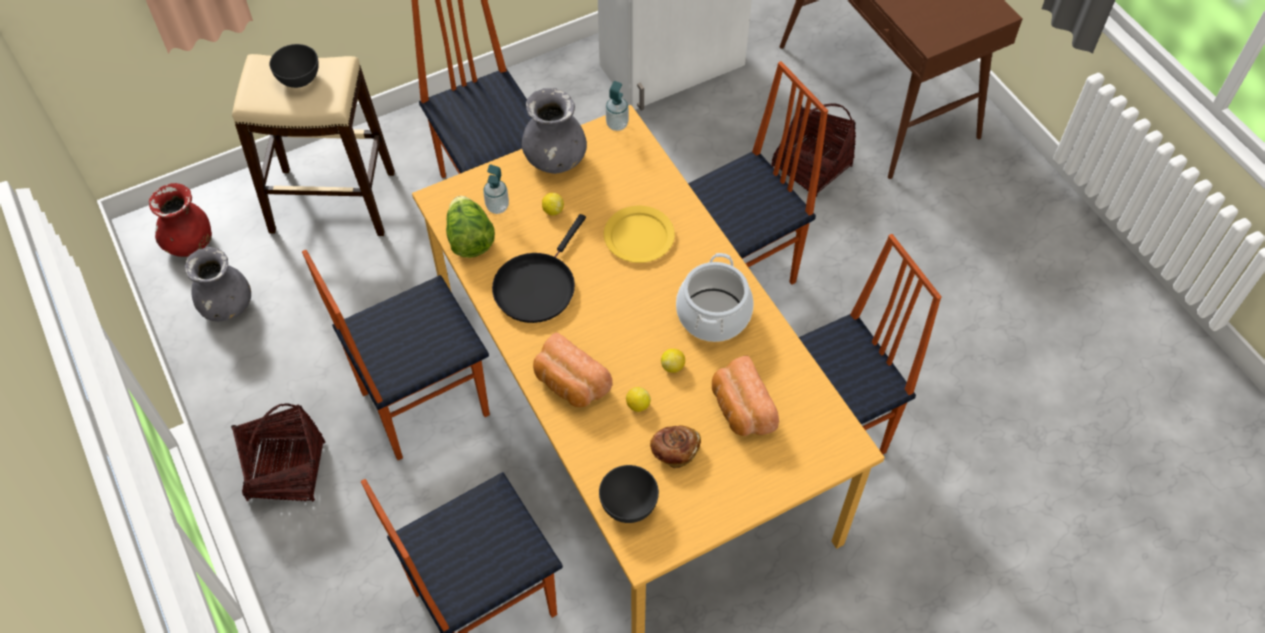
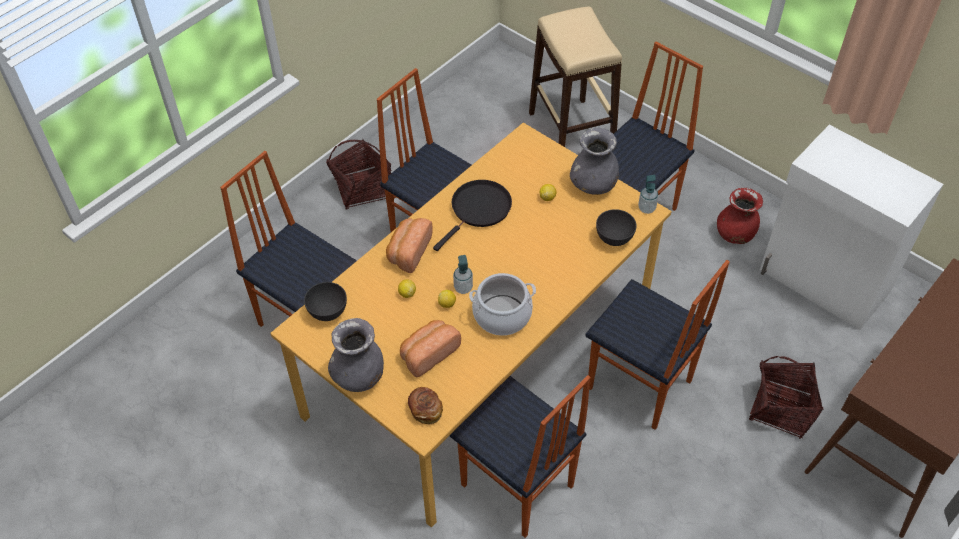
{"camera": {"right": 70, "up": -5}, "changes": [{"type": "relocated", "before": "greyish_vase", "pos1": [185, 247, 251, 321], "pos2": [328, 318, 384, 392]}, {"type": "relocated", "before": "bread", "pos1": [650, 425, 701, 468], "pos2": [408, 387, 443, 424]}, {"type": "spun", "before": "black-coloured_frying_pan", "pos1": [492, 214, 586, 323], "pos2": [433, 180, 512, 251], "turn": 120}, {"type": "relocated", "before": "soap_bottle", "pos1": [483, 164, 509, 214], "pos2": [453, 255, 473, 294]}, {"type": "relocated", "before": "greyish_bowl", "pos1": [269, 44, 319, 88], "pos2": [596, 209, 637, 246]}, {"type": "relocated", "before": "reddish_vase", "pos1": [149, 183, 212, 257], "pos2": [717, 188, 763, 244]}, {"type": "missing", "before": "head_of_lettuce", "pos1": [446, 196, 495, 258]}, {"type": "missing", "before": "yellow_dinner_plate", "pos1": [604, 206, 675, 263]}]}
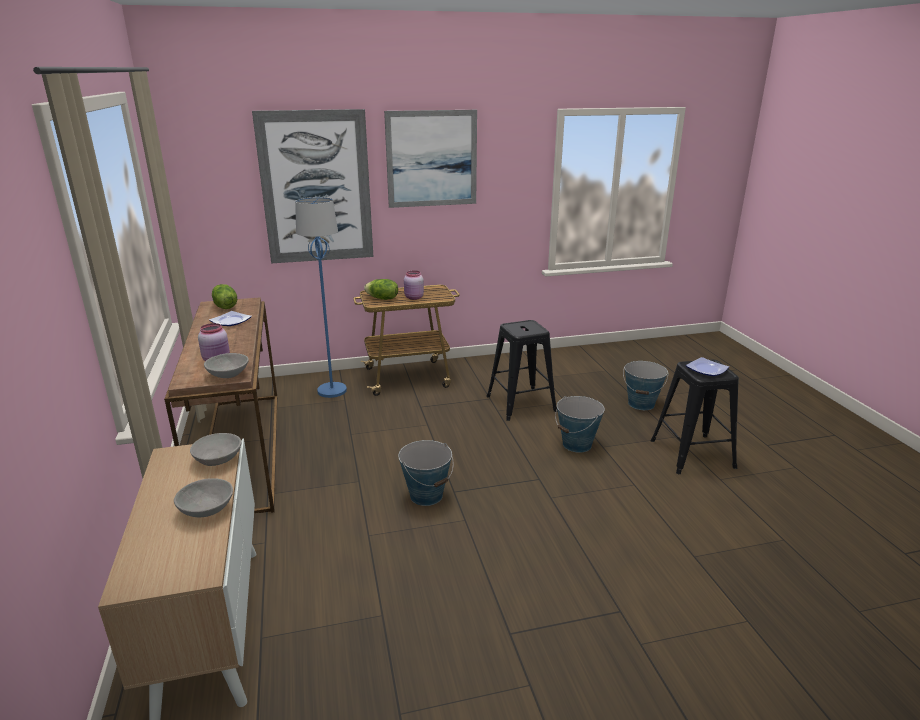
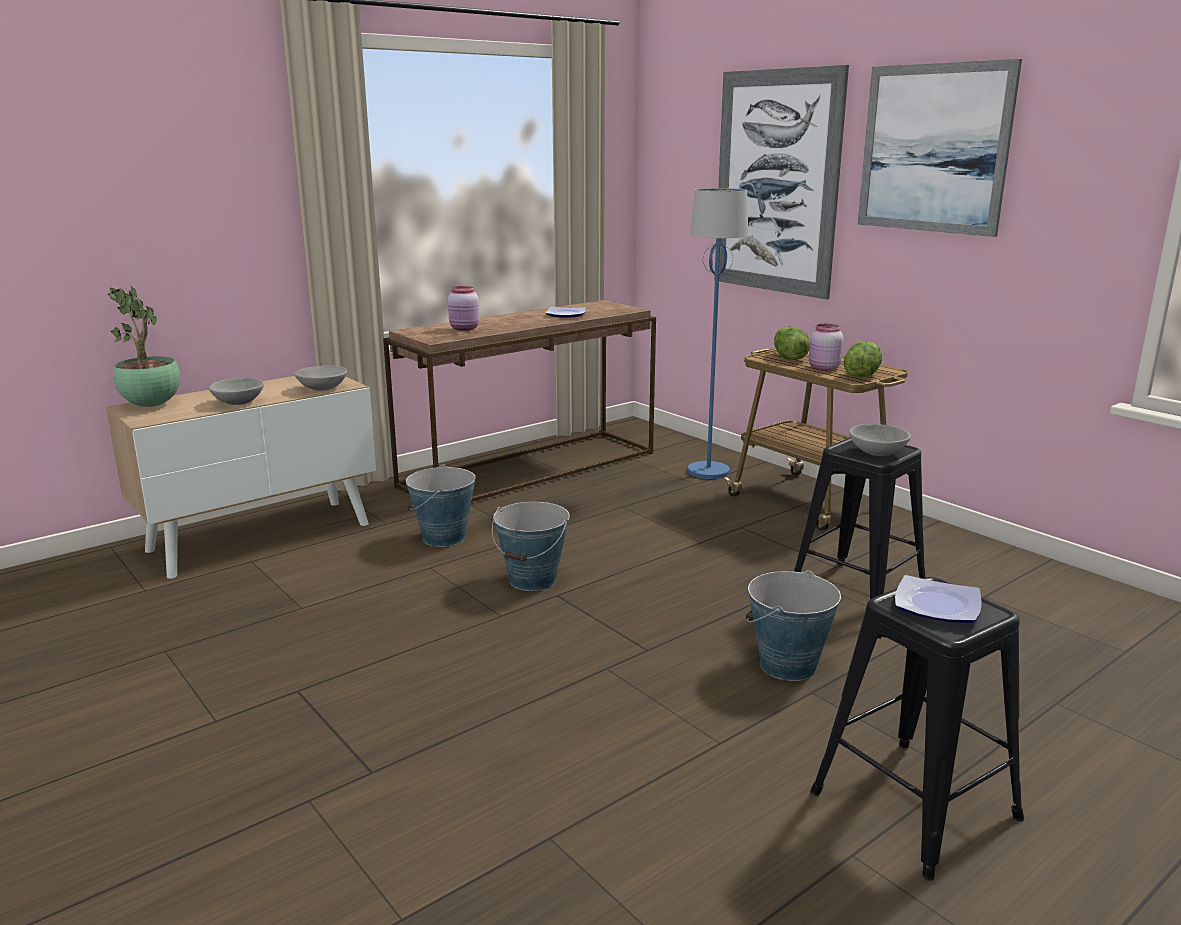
{"camera": {"right": 65, "up": -5}, "changes": [{"type": "appeared", "after": "plant_in_a_pot", "pos2": [108, 287, 180, 407]}, {"type": "relocated", "before": "water_bucket", "pos1": [623, 361, 668, 410], "pos2": [406, 464, 476, 547]}, {"type": "relocated", "before": "head_of_lettuce", "pos1": [212, 284, 237, 309], "pos2": [844, 342, 882, 377]}, {"type": "relocated", "before": "greyish_bowl", "pos1": [204, 353, 249, 378], "pos2": [849, 424, 911, 456]}]}
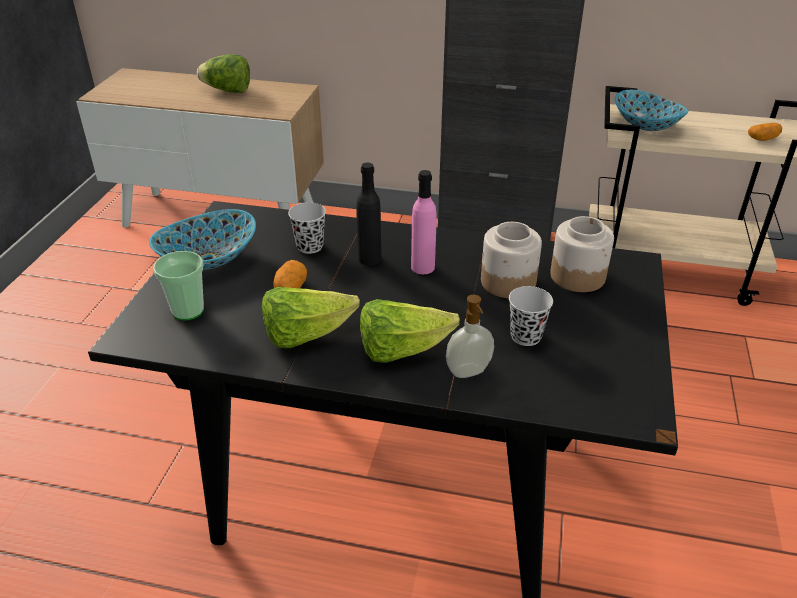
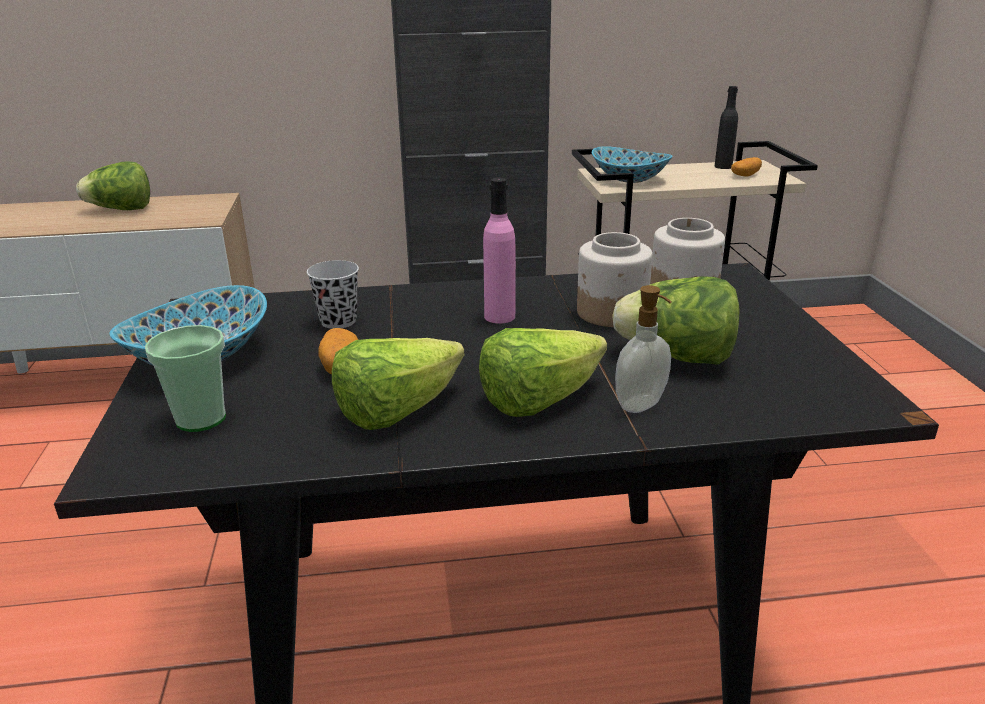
{"camera": {"right": -20, "up": -10}, "changes": [{"type": "exchanged", "before": "black-coloured_small_cup", "after": "head_of_lettuce", "pos1": [509, 286, 553, 346], "pos2": [612, 276, 739, 365]}, {"type": "relocated", "before": "black-coloured_drink_bottle", "pos1": [356, 163, 382, 266], "pos2": [715, 86, 738, 169]}]}
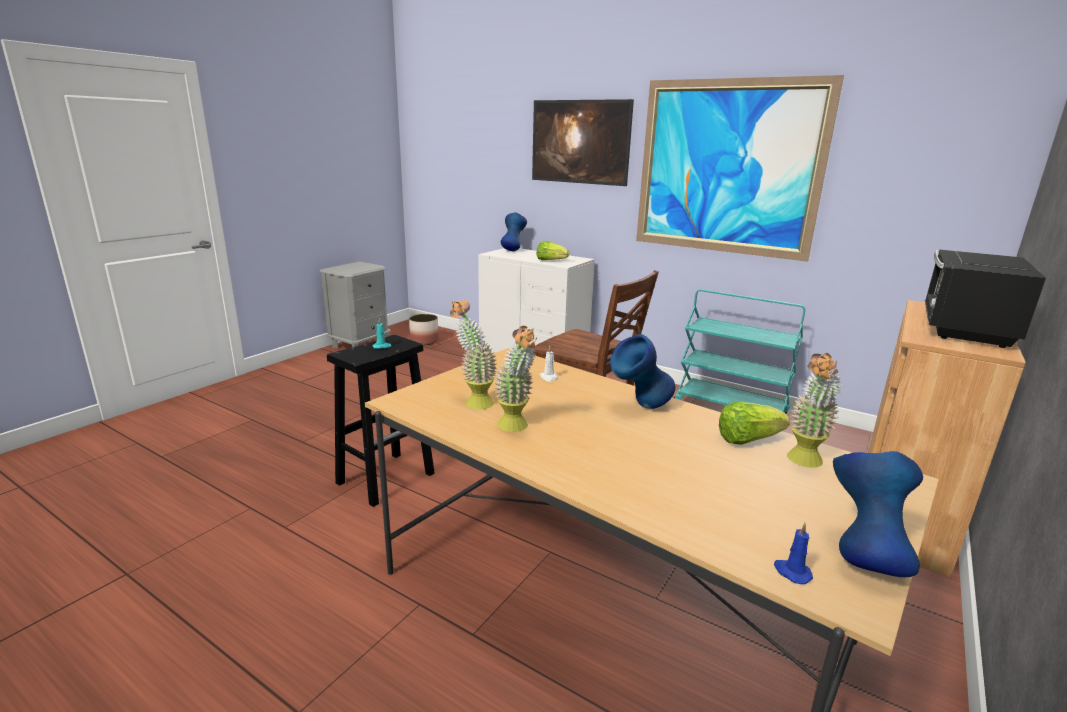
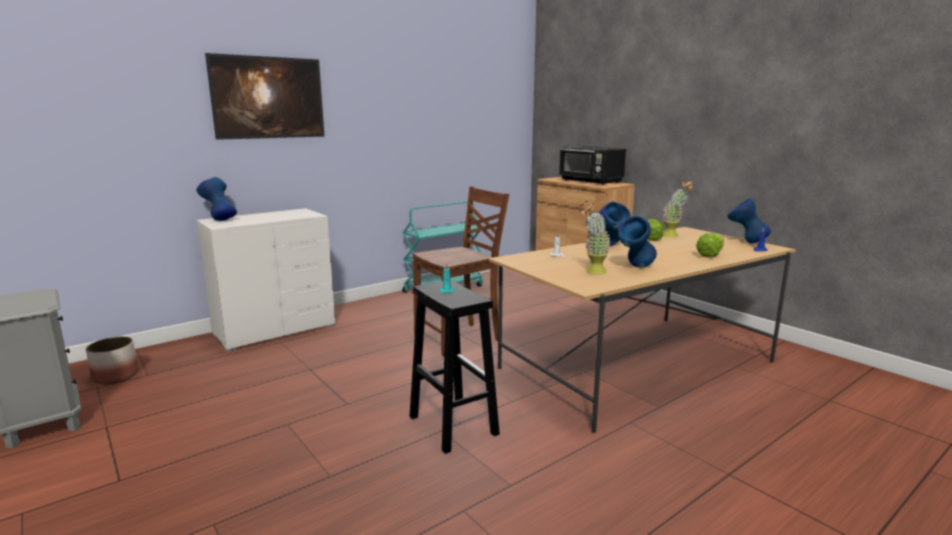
{"camera": {"right": -70, "up": -5}, "changes": [{"type": "exchanged", "before": "plant_in_a_pot", "after": "blue_vase", "pos1": [494, 326, 537, 432], "pos2": [618, 216, 657, 267]}, {"type": "relocated", "before": "head_of_lettuce", "pos1": [536, 241, 569, 260], "pos2": [696, 233, 724, 257]}, {"type": "missing", "before": "picture", "pos1": [636, 75, 844, 262]}]}
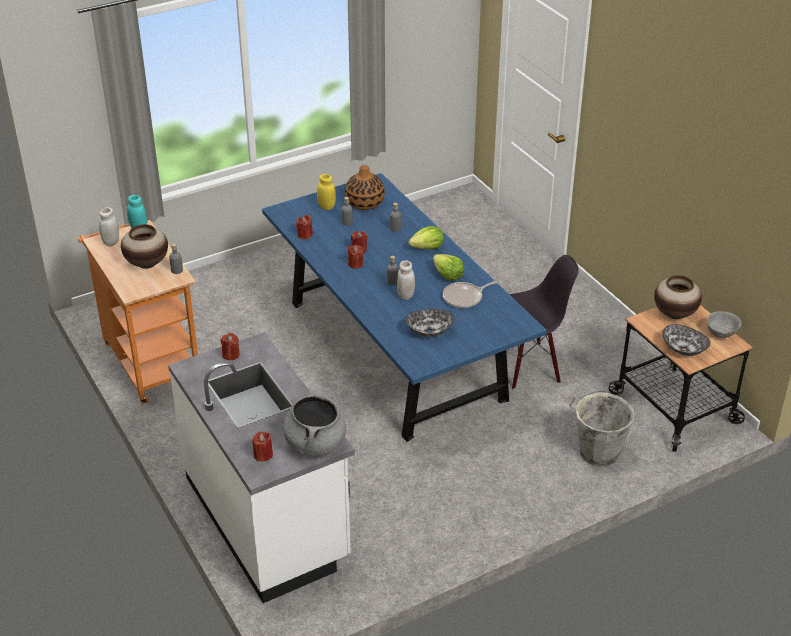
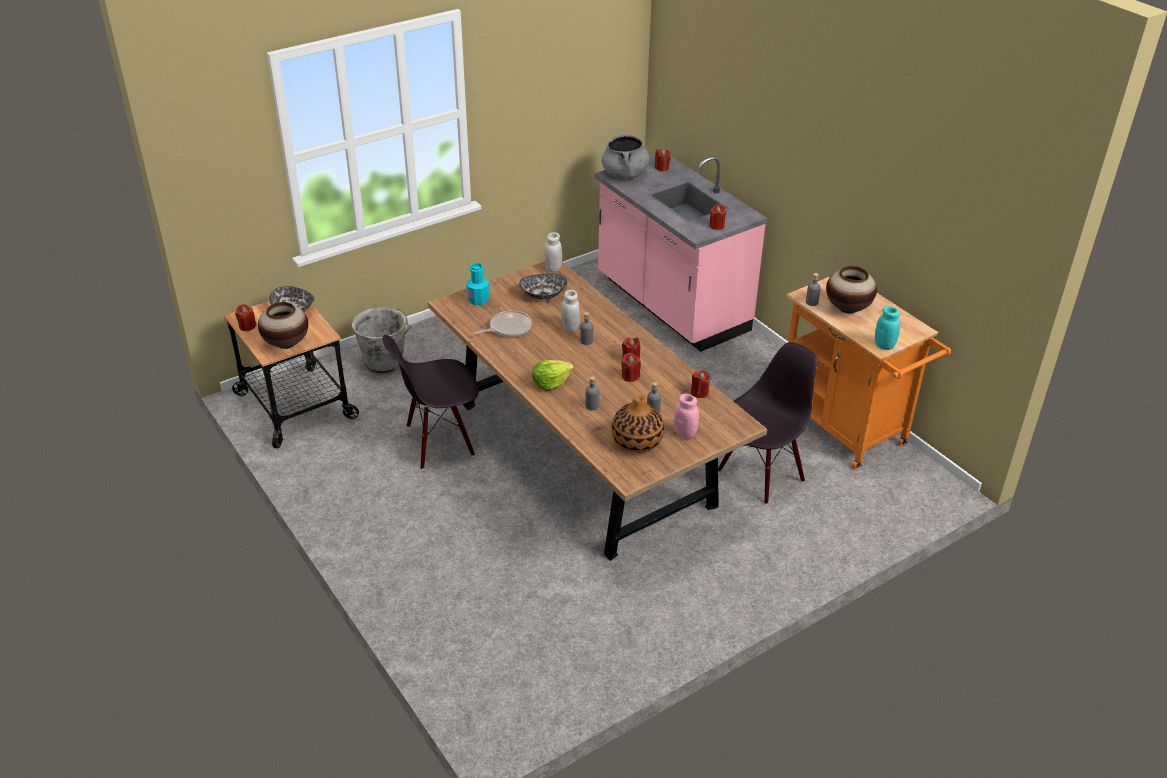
{"camera": {"right": 175, "up": 0}, "changes": [{"type": "exchanged", "before": "greyish_bowl", "after": "reddish_wax_candle", "pos1": [707, 311, 741, 338], "pos2": [235, 304, 257, 331]}, {"type": "colour", "before": "blue_kitchen_table", "after": "brown_kitchen_table", "pos1": [262, 173, 547, 442], "pos2": [428, 261, 767, 561]}, {"type": "appeared", "after": "turquoise-coloured_drink_bottle", "pos2": [466, 263, 490, 305]}, {"type": "relocated", "before": "white-coloured_jar", "pos1": [99, 207, 119, 247], "pos2": [544, 232, 562, 272]}, {"type": "colour", "before": "white-coloured_kitchen_counter", "after": "pinkish_kitchen_counter", "pos1": [168, 332, 355, 603], "pos2": [595, 154, 767, 352]}, {"type": "colour", "before": "yellow_jar", "after": "pinkish_jar", "pos1": [317, 174, 336, 210], "pos2": [674, 394, 699, 439]}, {"type": "appeared", "after": "black-coloured_plain_chair", "pos2": [718, 342, 817, 504]}, {"type": "missing", "before": "head_of_lettuce", "pos1": [433, 254, 464, 281]}]}
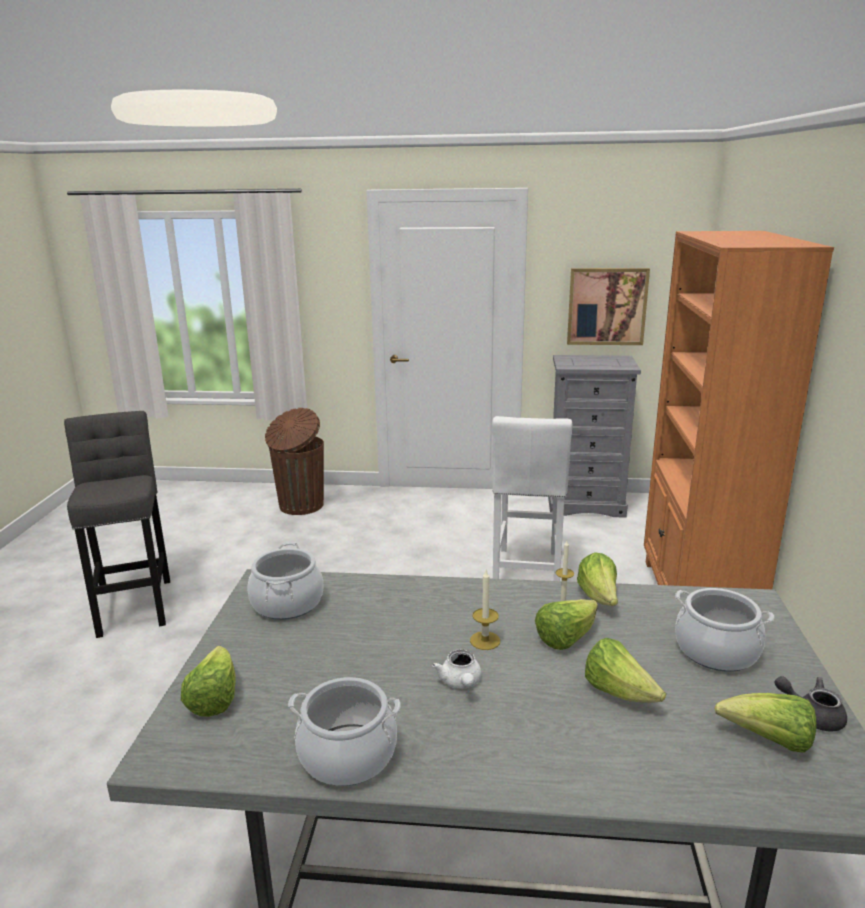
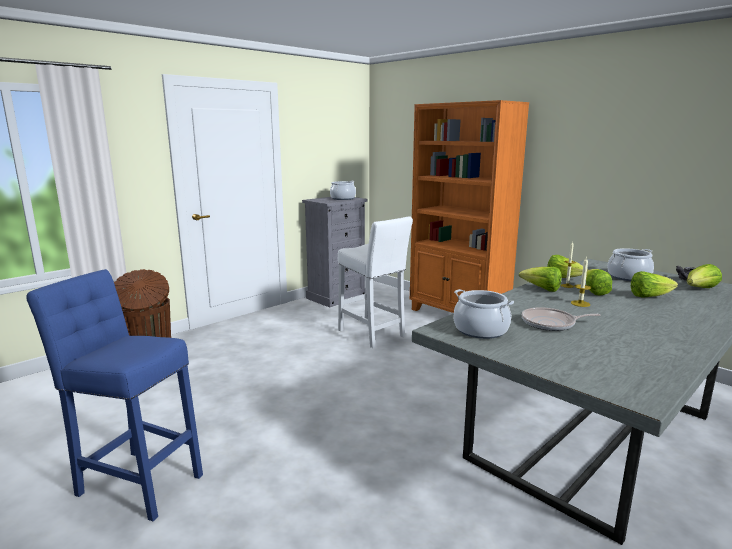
{"camera": {"right": -50, "up": -5}, "changes": [{"type": "colour", "before": "greyish_sitting_stool", "after": "blue_sitting_stool", "pos1": [64, 411, 170, 638], "pos2": [26, 269, 203, 521]}, {"type": "relocated", "before": "saucepot", "pos1": [288, 677, 401, 786], "pos2": [330, 181, 356, 200]}, {"type": "relocated", "before": "head_of_lettuce", "pos1": [181, 646, 236, 717], "pos2": [519, 267, 562, 292]}, {"type": "appeared", "after": "frying_pan", "pos2": [522, 307, 601, 331]}, {"type": "missing", "before": "white-coloured_teapot", "pos1": [432, 649, 482, 689]}, {"type": "missing", "before": "picture", "pos1": [567, 268, 650, 345]}]}
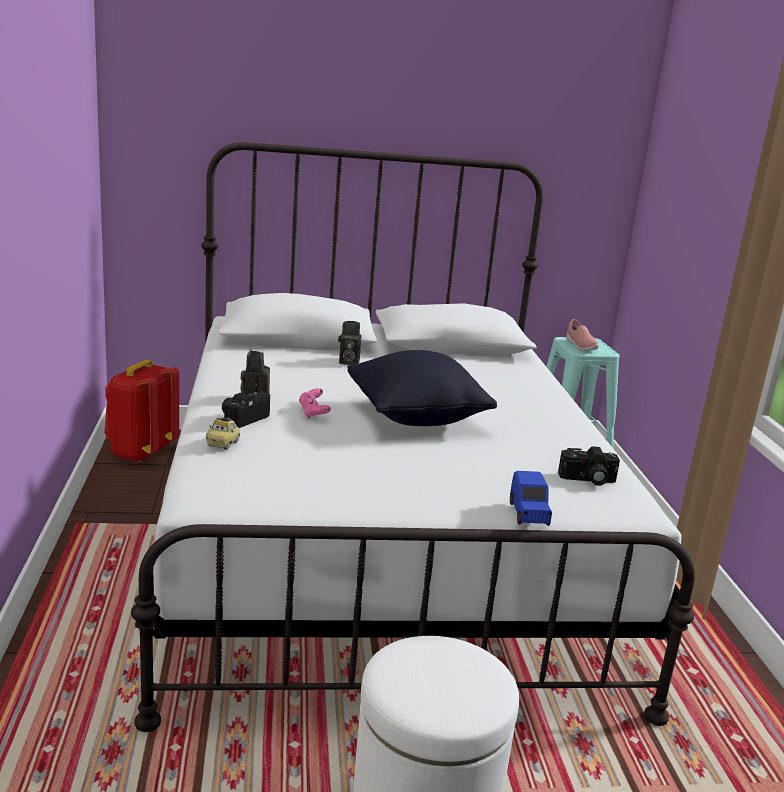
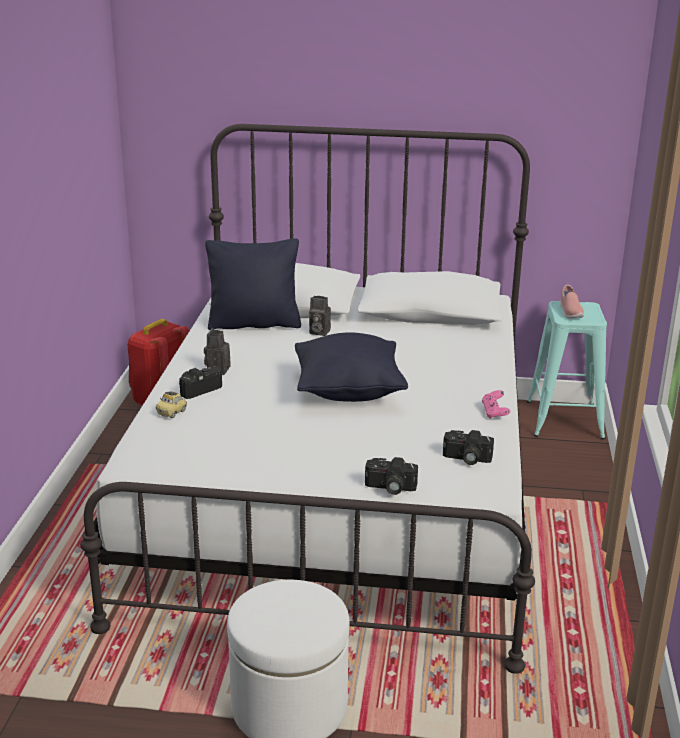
{"camera": {"right": 15, "up": 5}, "changes": [{"type": "appeared", "after": "black-coloured_pillow", "pos2": [205, 238, 301, 330]}, {"type": "exchanged", "before": "blue_miniature_car", "after": "photo_camera", "pos1": [510, 471, 552, 526], "pos2": [365, 457, 418, 495]}, {"type": "relocated", "before": "pinkish_joypad", "pos1": [299, 388, 331, 418], "pos2": [482, 390, 510, 418]}]}
